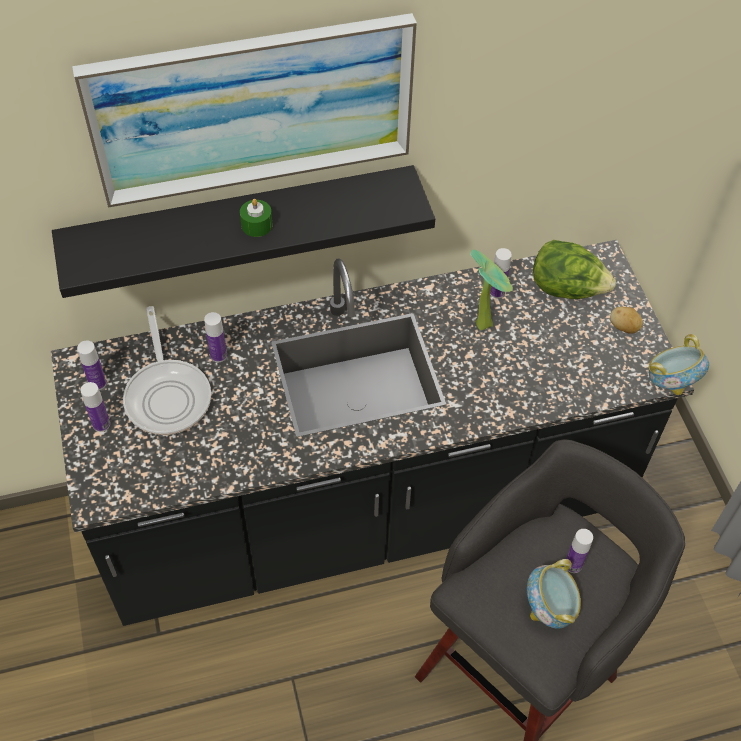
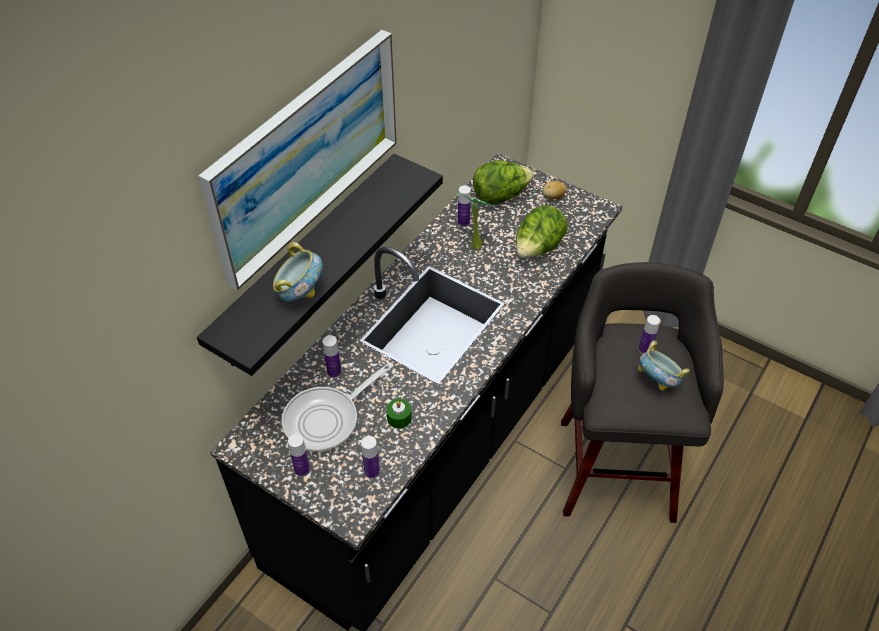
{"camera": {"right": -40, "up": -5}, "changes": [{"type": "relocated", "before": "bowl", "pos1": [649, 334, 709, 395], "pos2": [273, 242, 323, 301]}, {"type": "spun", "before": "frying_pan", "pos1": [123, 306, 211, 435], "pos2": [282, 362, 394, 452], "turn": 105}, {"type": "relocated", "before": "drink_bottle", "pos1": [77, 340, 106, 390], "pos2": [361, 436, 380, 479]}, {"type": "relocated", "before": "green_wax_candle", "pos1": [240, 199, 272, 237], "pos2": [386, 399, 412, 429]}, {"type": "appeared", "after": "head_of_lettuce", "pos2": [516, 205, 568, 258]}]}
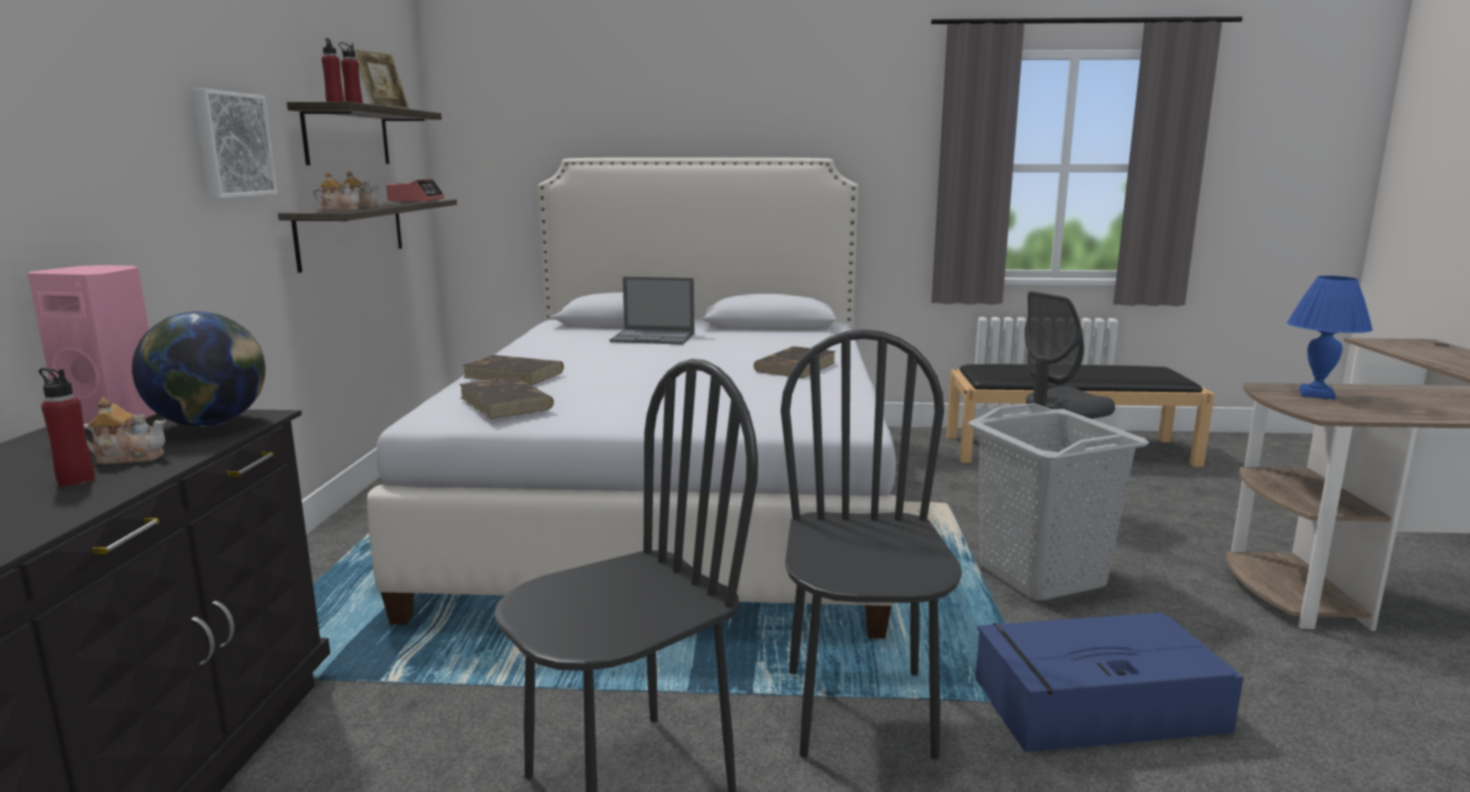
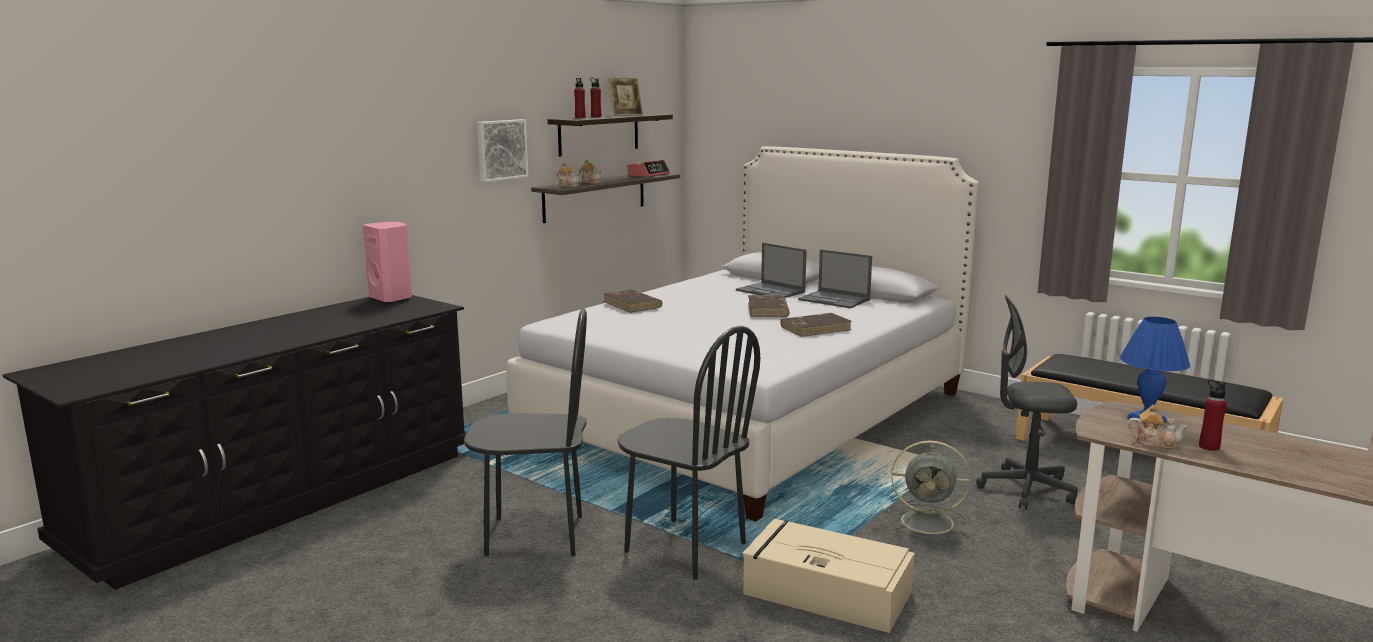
{"camera": {"right": 35, "up": 0}, "changes": [{"type": "spun", "before": "black-coloured_plain_chair", "pos1": [781, 329, 962, 759], "pos2": [617, 326, 760, 580], "turn": 90}, {"type": "colour", "before": "blue_storage_container", "after": "beige_storage_container", "pos1": [976, 613, 1243, 752], "pos2": [742, 518, 915, 633]}, {"type": "relocated", "before": "brown_bound_book", "pos1": [459, 377, 554, 419], "pos2": [748, 295, 790, 317]}, {"type": "appeared", "after": "notebook_computer", "pos2": [798, 249, 872, 308]}, {"type": "exchanged", "before": "greyish_hamper", "after": "greyish_cooling_fan", "pos1": [968, 403, 1149, 601], "pos2": [887, 440, 971, 540]}, {"type": "relocated", "before": "teapot", "pos1": [84, 398, 166, 464], "pos2": [1128, 405, 1188, 449]}, {"type": "relocated", "before": "reddish_drink_bottle", "pos1": [39, 368, 95, 486], "pos2": [1199, 379, 1227, 451]}, {"type": "missing", "before": "globe", "pos1": [132, 311, 266, 427]}]}
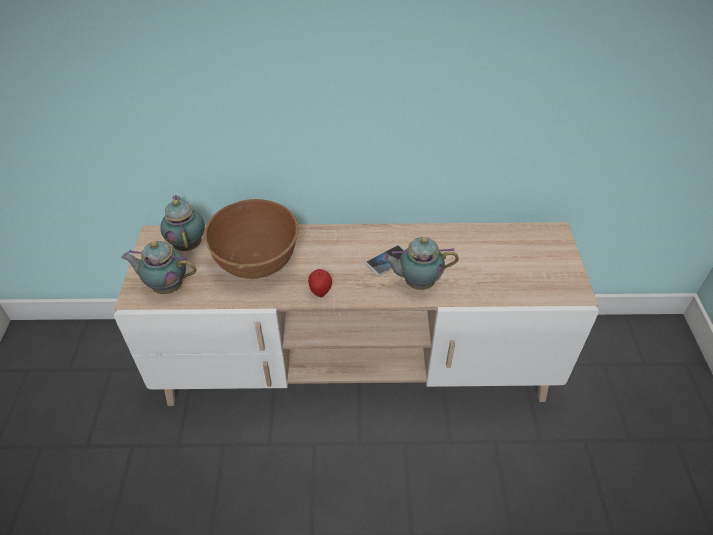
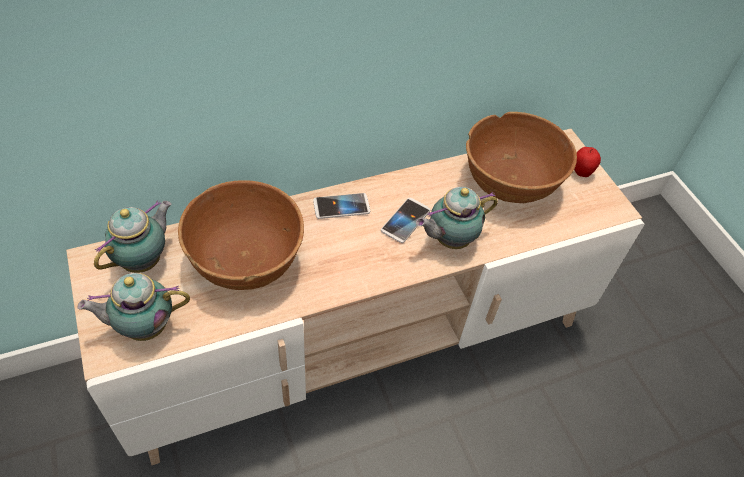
{"camera": {"right": -25, "up": 5}, "changes": [{"type": "spun", "before": "teapot", "pos1": [160, 195, 205, 251], "pos2": [94, 201, 172, 273], "turn": 75}, {"type": "appeared", "after": "telephone", "pos2": [313, 193, 370, 219]}, {"type": "appeared", "after": "brown_bowl", "pos2": [466, 112, 577, 203]}, {"type": "relocated", "before": "apple", "pos1": [308, 269, 332, 297], "pos2": [574, 147, 601, 177]}]}
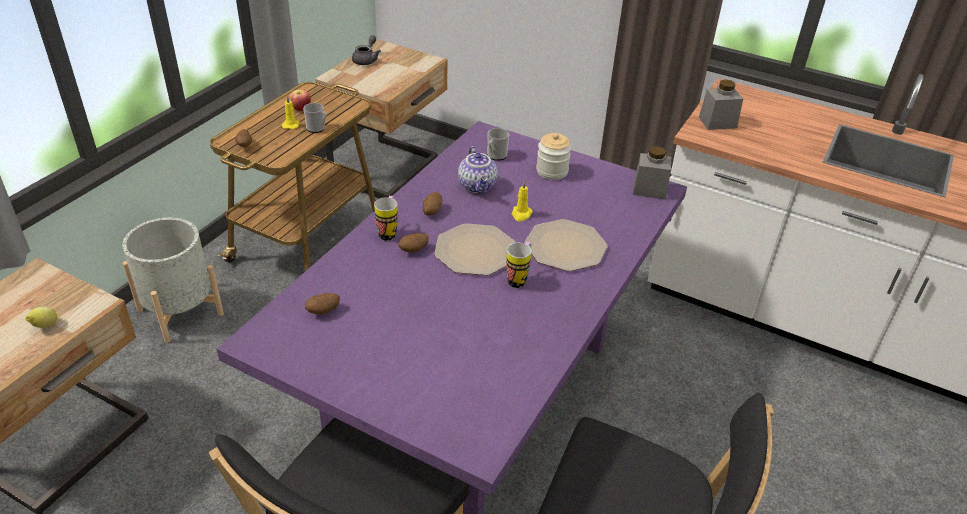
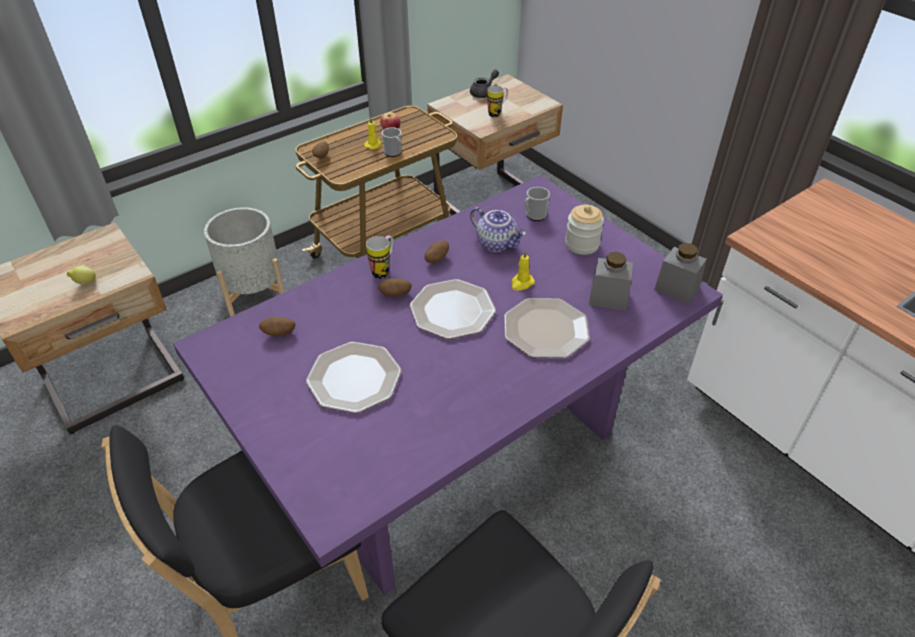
{"camera": {"right": 25, "up": 5}, "changes": [{"type": "appeared", "after": "dinner_plate", "pos2": [306, 342, 401, 413]}, {"type": "spun", "before": "teapot", "pos1": [458, 146, 498, 194], "pos2": [470, 207, 526, 252], "turn": -60}, {"type": "relocated", "before": "coffee_mug", "pos1": [506, 242, 532, 288], "pos2": [487, 86, 508, 117]}, {"type": "relocated", "before": "greyish_jar", "pos1": [699, 79, 743, 130], "pos2": [589, 252, 633, 311]}]}
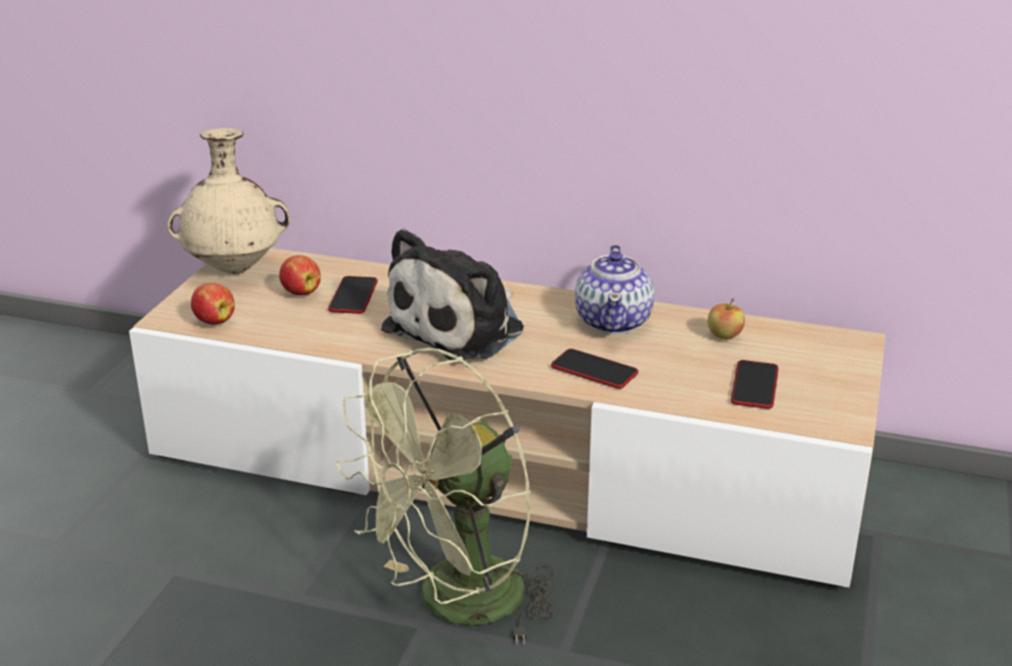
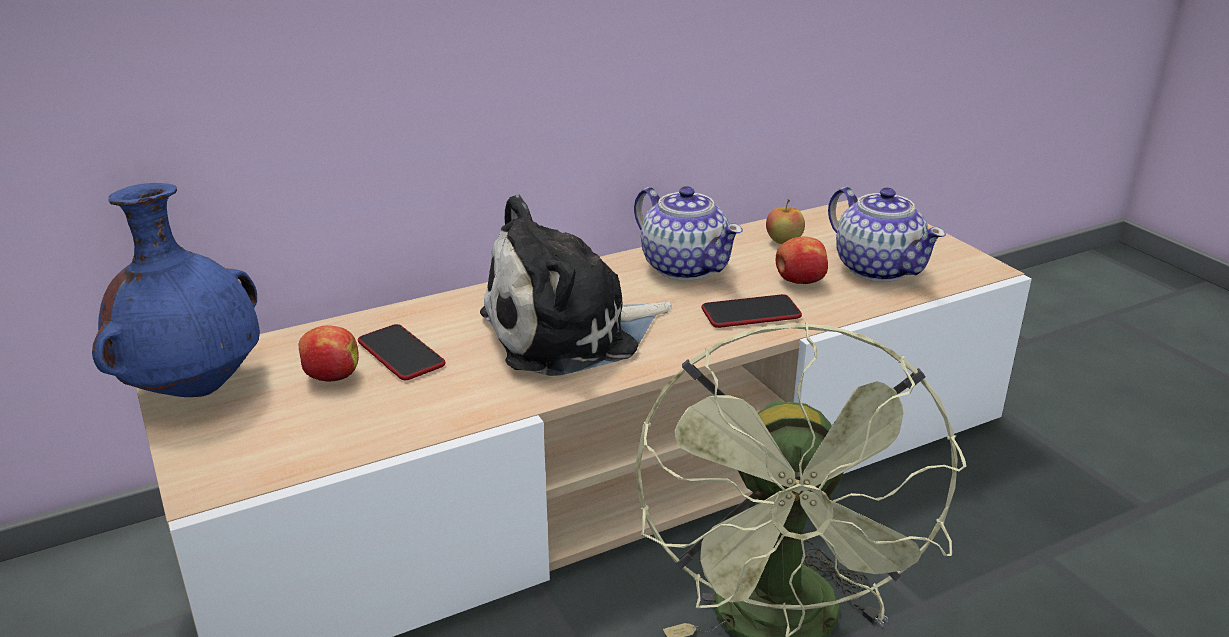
{"camera": {"right": -45, "up": 0}, "changes": [{"type": "colour", "before": "beige_vase", "after": "blue_vase", "pos1": [167, 128, 290, 274], "pos2": [92, 183, 260, 397]}, {"type": "spun", "before": "cuddly_toy", "pos1": [381, 228, 524, 360], "pos2": [480, 195, 672, 376], "turn": 75}, {"type": "relocated", "before": "apple", "pos1": [191, 283, 235, 325], "pos2": [775, 237, 828, 284]}, {"type": "exchanged", "before": "telephone", "after": "teapot", "pos1": [731, 360, 779, 409], "pos2": [828, 187, 946, 282]}]}
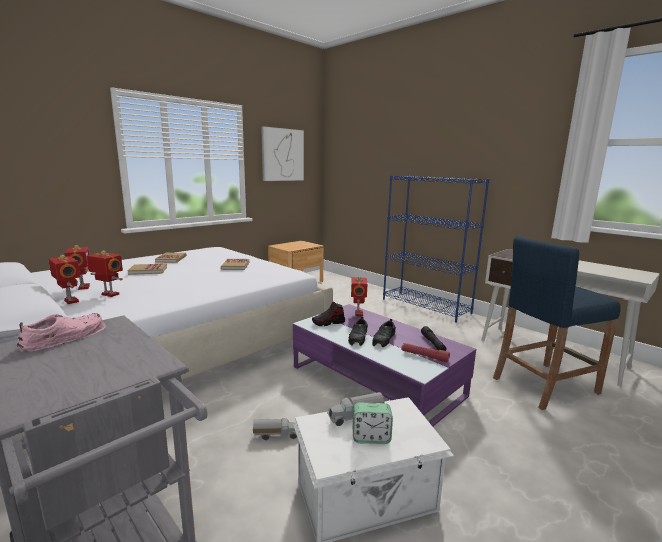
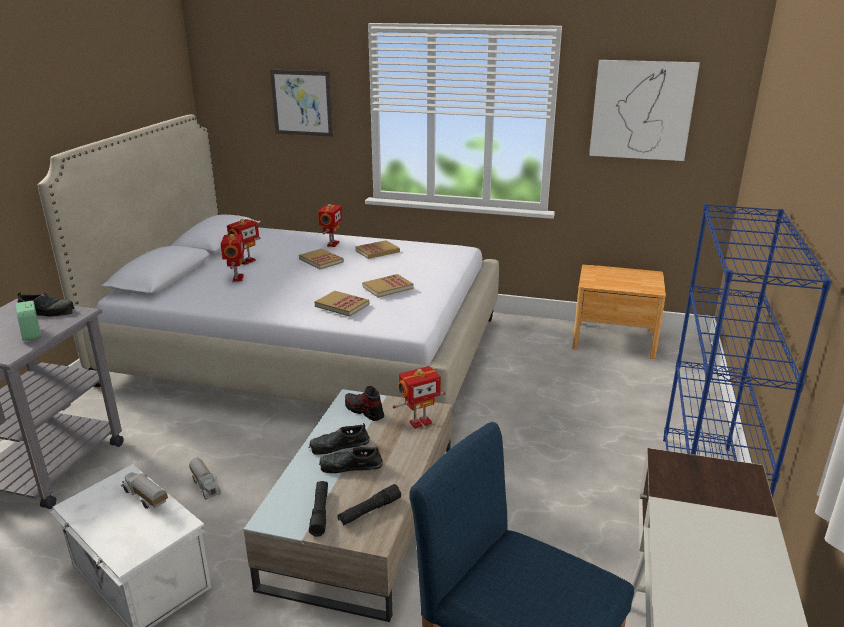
{"camera": {"right": 60, "up": 10}, "changes": [{"type": "relocated", "before": "alarm_clock", "pos1": [353, 402, 393, 444], "pos2": [16, 301, 40, 341]}, {"type": "colour", "before": "pinkish_item_of_footwear", "after": "black-coloured_item_of_footwear", "pos1": [16, 313, 106, 351], "pos2": [17, 292, 74, 316]}, {"type": "colour", "before": "purple_coffee_table", "after": "beige_coffee_table", "pos1": [293, 304, 476, 427], "pos2": [244, 389, 452, 622]}, {"type": "appeared", "after": "picture", "pos2": [270, 70, 333, 137]}, {"type": "colour", "before": "reddish_torch", "after": "black-coloured_torch", "pos1": [401, 343, 450, 363], "pos2": [309, 481, 328, 537]}, {"type": "appeared", "after": "bound_book", "pos2": [315, 291, 369, 317]}, {"type": "relocated", "before": "toy_robot", "pos1": [48, 255, 80, 304], "pos2": [318, 204, 342, 247]}]}
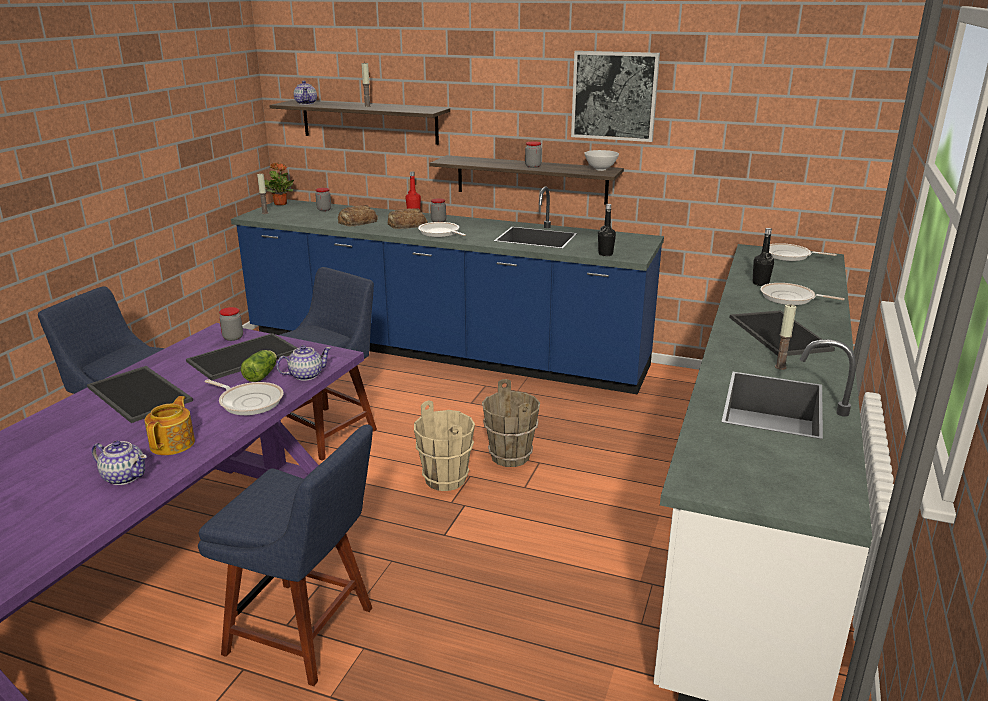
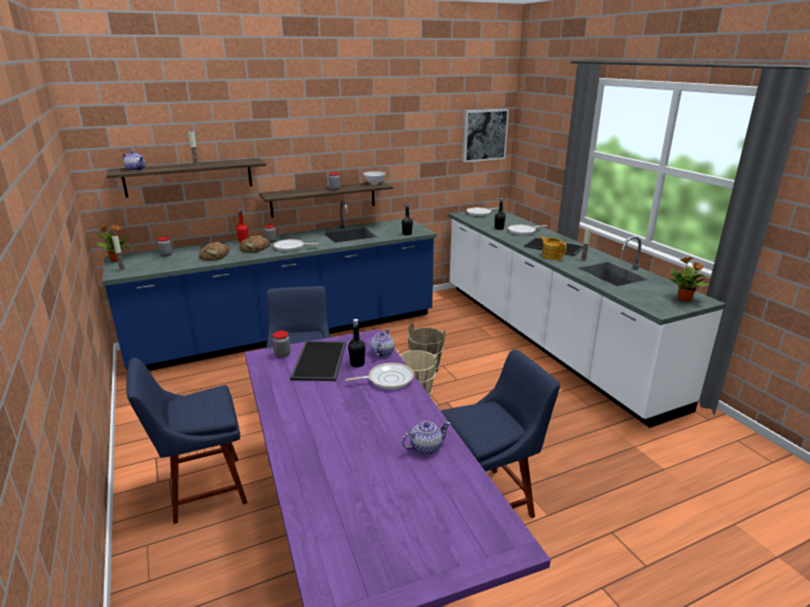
{"camera": {"right": -45, "up": 0}, "changes": [{"type": "exchanged", "before": "head_of_lettuce", "after": "black-coloured_drink_bottle", "pos1": [241, 350, 277, 382], "pos2": [348, 319, 365, 367]}, {"type": "relocated", "before": "picture", "pos1": [571, 51, 660, 142], "pos2": [463, 109, 509, 162]}, {"type": "relocated", "before": "teapot", "pos1": [145, 396, 195, 455], "pos2": [540, 237, 567, 260]}, {"type": "appeared", "after": "plant_in_a_pot", "pos2": [670, 257, 712, 301]}, {"type": "missing", "before": "tray", "pos1": [87, 366, 193, 423]}]}
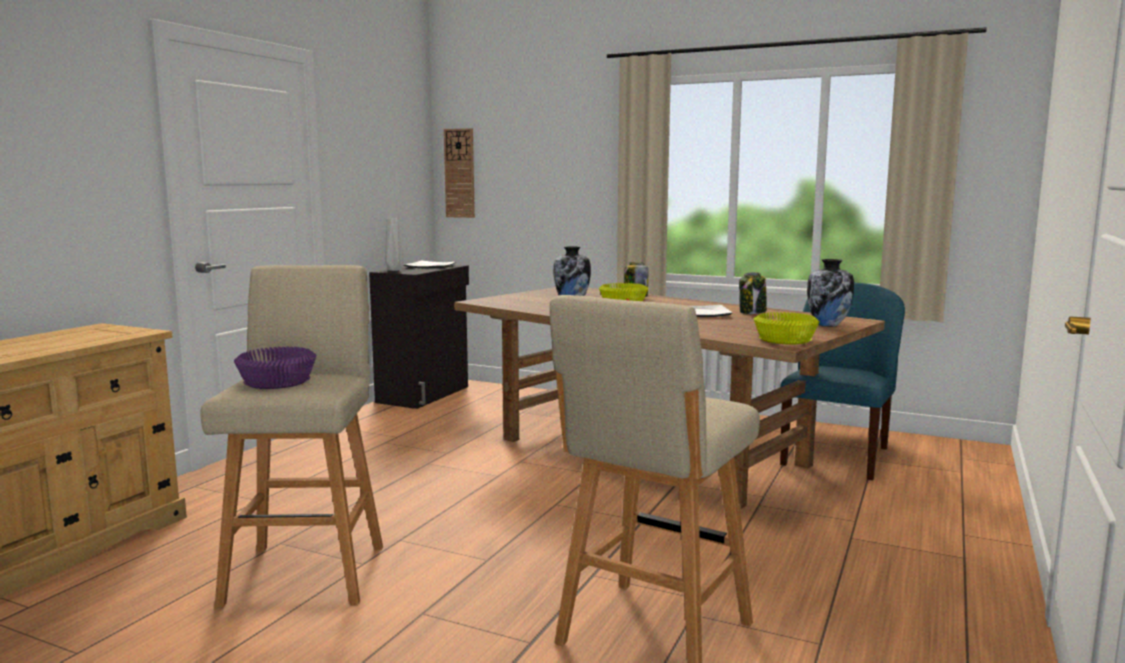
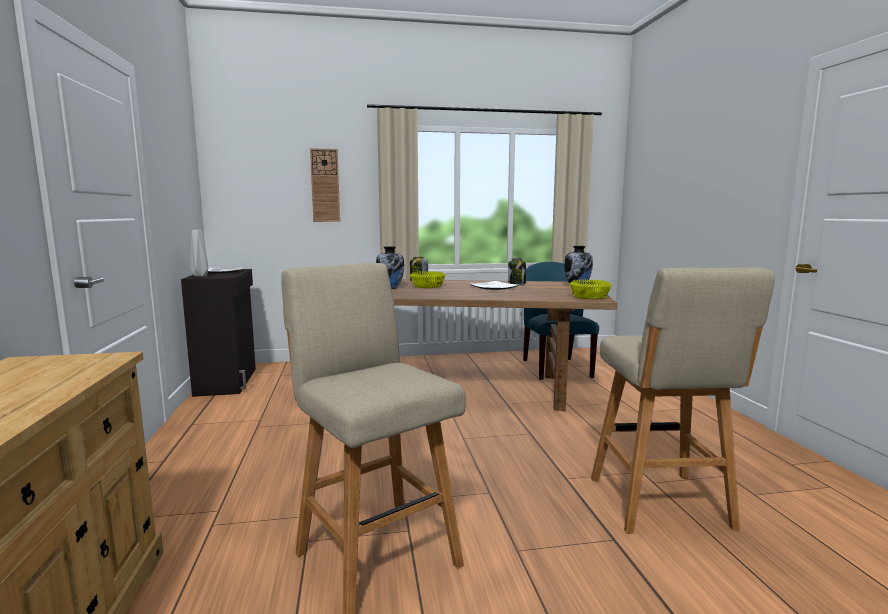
{"camera": {"right": -35, "up": 0}, "changes": [{"type": "relocated", "before": "wall_clock", "pos1": [444, 128, 475, 218], "pos2": [310, 148, 340, 222]}, {"type": "missing", "before": "purple_bowl", "pos1": [234, 347, 317, 389]}]}
